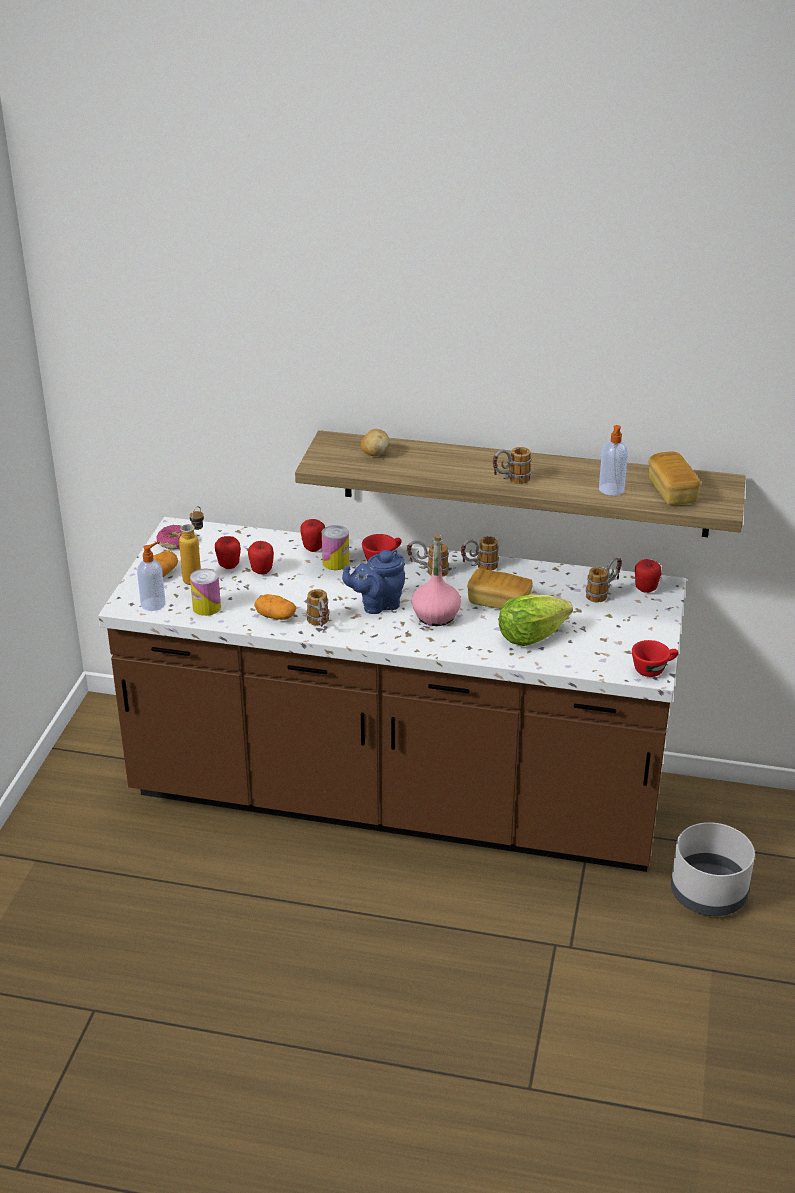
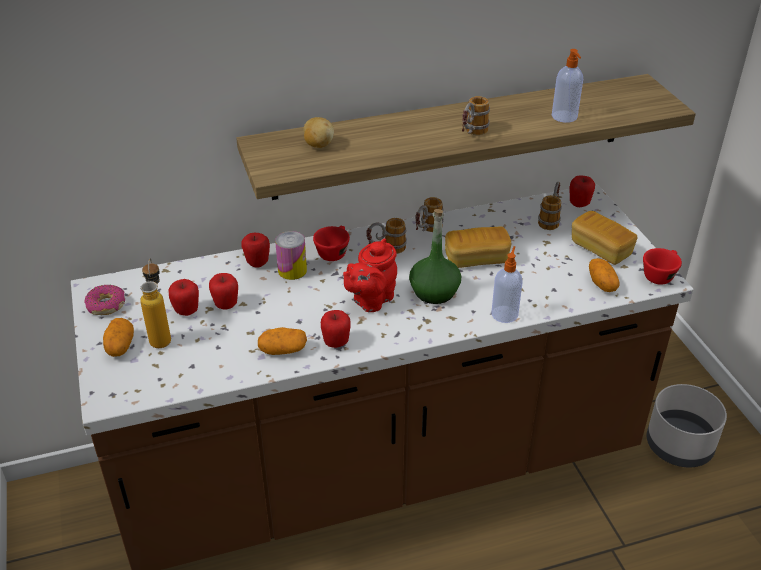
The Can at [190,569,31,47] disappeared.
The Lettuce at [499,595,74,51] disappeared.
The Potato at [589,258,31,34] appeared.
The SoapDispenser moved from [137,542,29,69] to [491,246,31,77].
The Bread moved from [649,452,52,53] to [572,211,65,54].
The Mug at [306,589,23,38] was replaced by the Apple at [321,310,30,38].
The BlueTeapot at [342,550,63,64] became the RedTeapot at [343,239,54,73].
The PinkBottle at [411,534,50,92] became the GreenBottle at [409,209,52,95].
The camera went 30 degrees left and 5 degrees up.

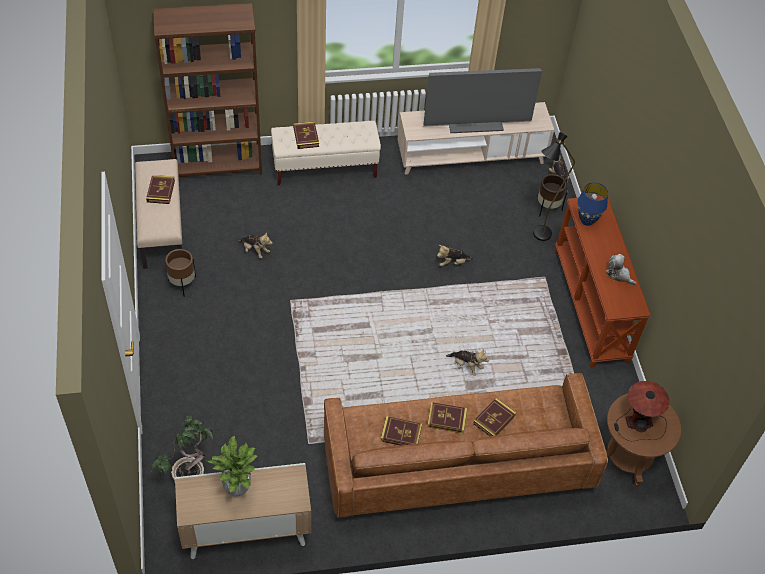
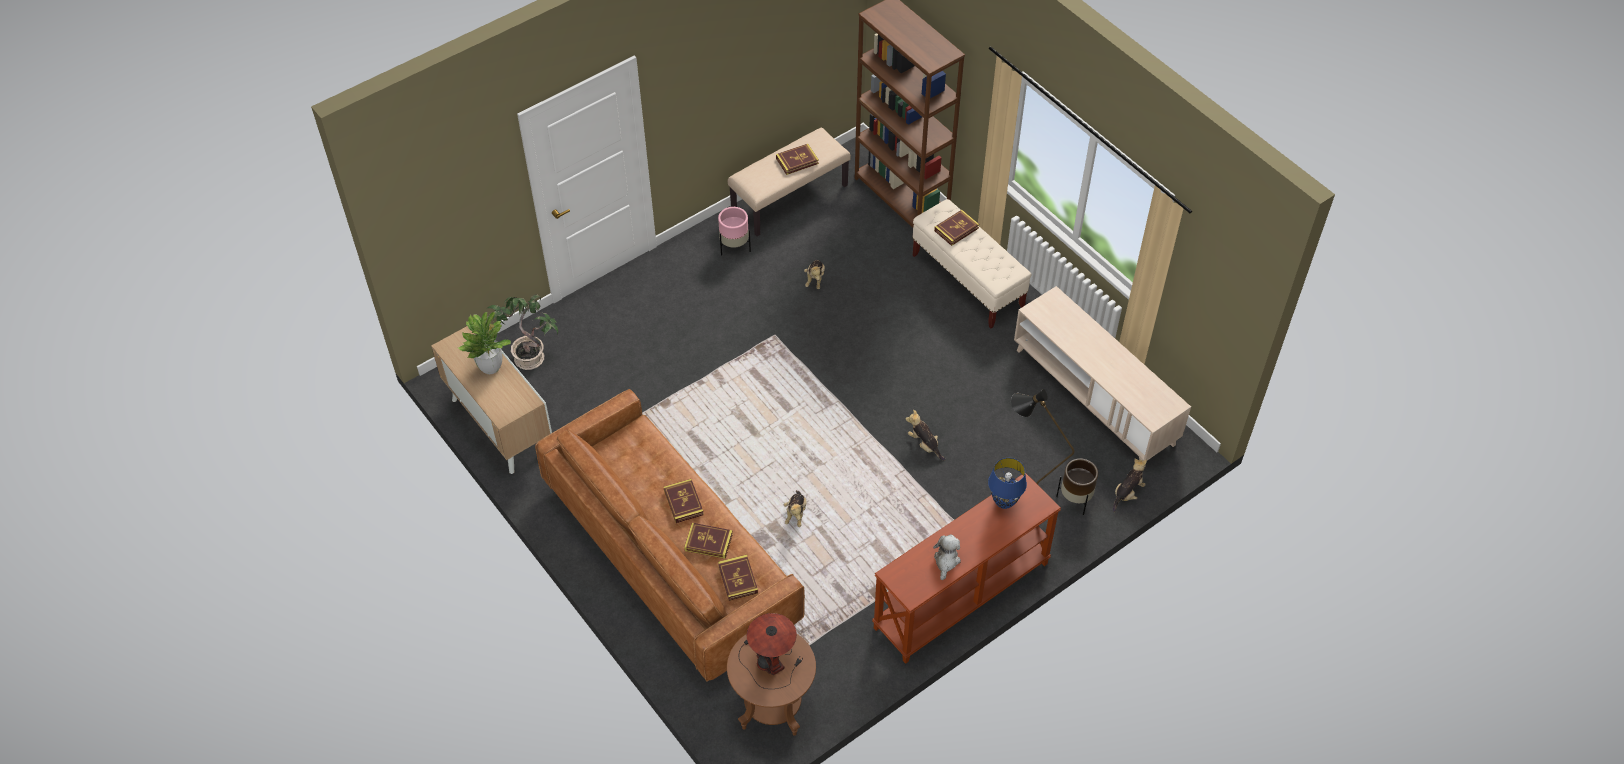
The Television at [423,68,119,65] disappeared.
The Book moved from [381,416,41,29] to [718,555,40,46].
The BrownPlanter at [165,249,31,48] became the PinkPlanter at [718,207,33,49].
The camera went 65 degrees right and 0 degrees up.

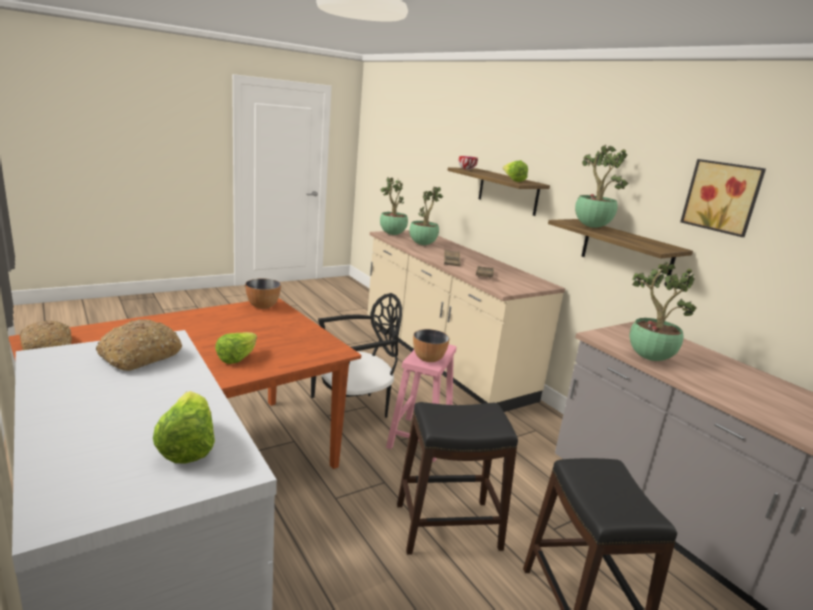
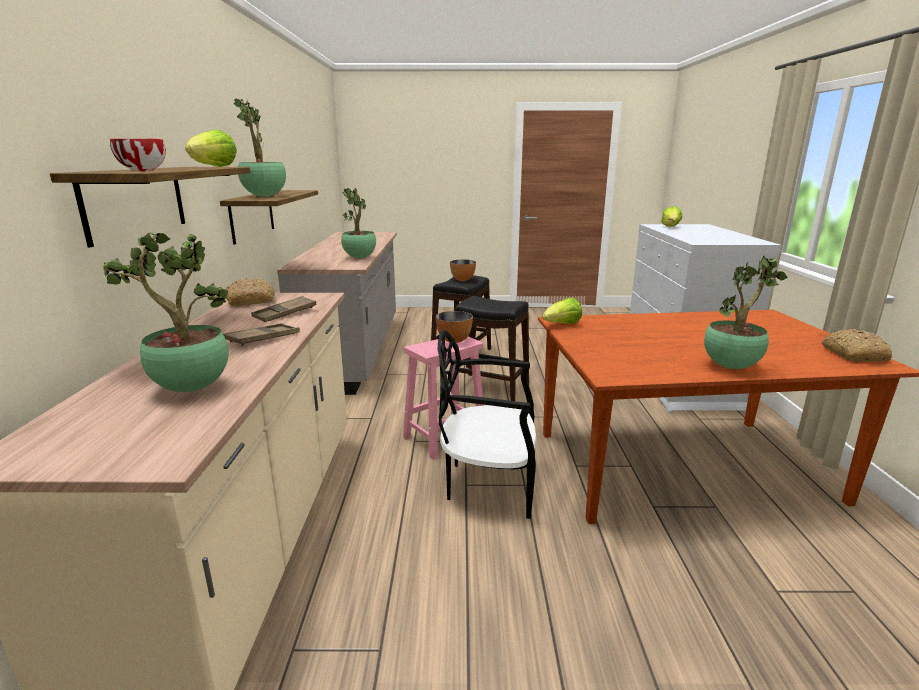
The Picture at [680,159,86,78] disappeared.
The Bread moved from [96,319,86,52] to [226,278,49,28].
The Lettuce moved from [215,332,42,32] to [542,298,40,26].
The Bowl moved from [245,278,36,31] to [450,260,26,21].
The PottedPlant moved from [380,178,28,57] to [704,256,83,113].
The camera went 145 degrees left and 0 degrees up.

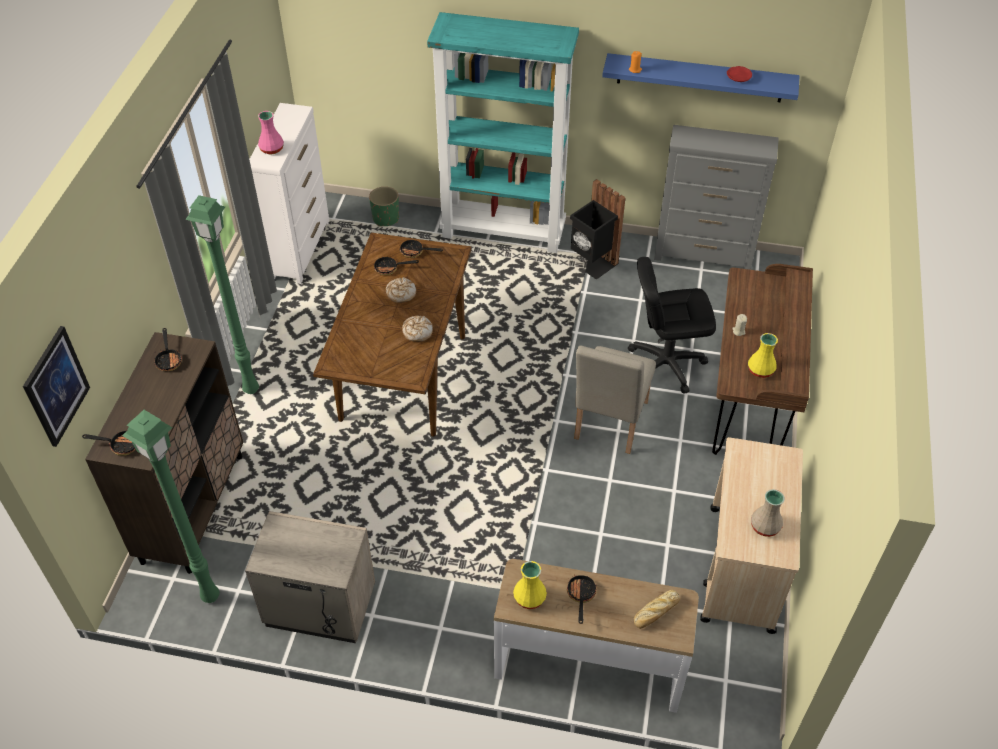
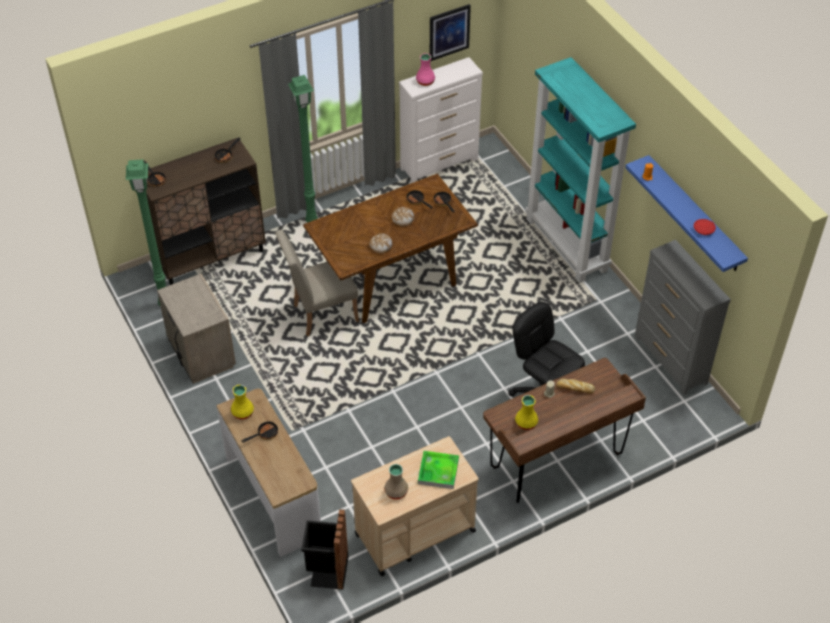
The GreenPlanter at [369,187,30,40] disappeared.
The Tray at [418,451,41,38] appeared.
The Picture moved from [23,326,67,121] to [430,4,41,57].
The BlackTrashCan moved from [570,179,56,101] to [301,509,48,81].
The BeigeChair moved from [574,346,82,108] to [275,230,84,106].
The Bread moved from [634,590,46,39] to [556,378,39,16].
The camera went 50 degrees right and 0 degrees up.

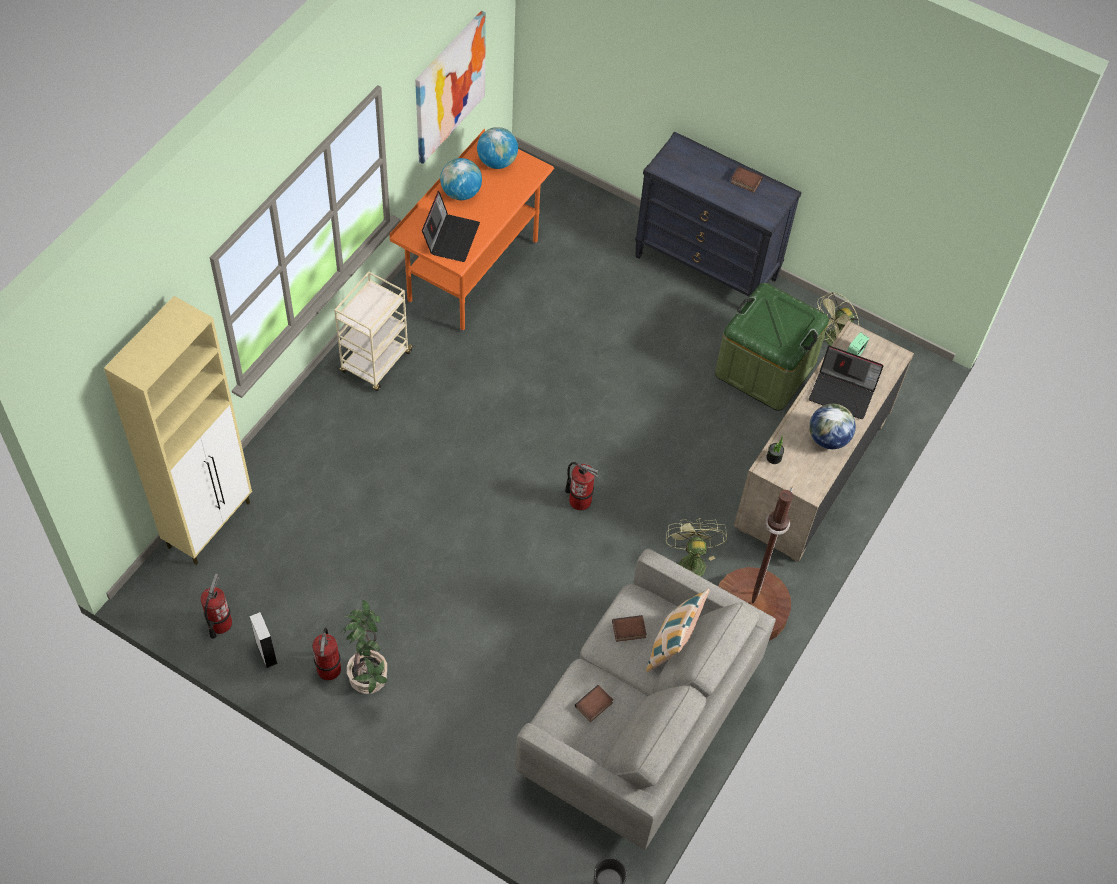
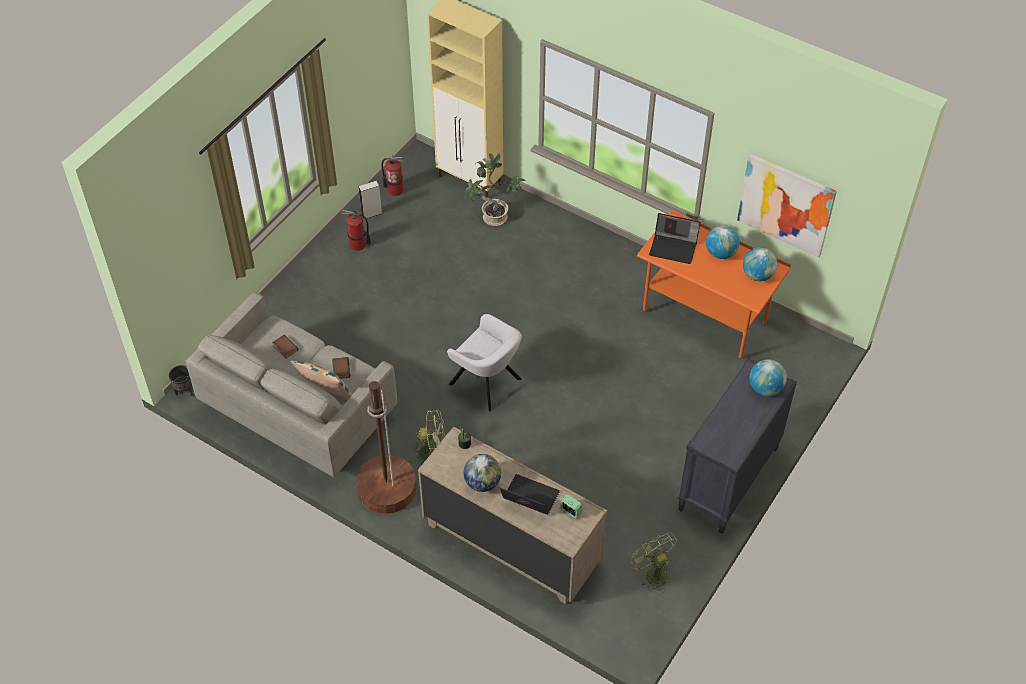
The BeigeCart at [334,271,80,120] disappeared.
The GreenStorageBox at [715,283,114,128] disappeared.
The Book at [730,166,33,27] disappeared.
The Globe at [750,359,37,37] appeared.
The PottedPlant moved from [341,600,46,94] to [465,154,61,72].
The FireExtinguisher at [565,462,34,49] was replaced by the GreyArmchair at [447,314,75,97].
The Laptop at [809,346,75,73] turned 90 degrees clockwise.
The camera went 95 degrees right and 5 degrees down.

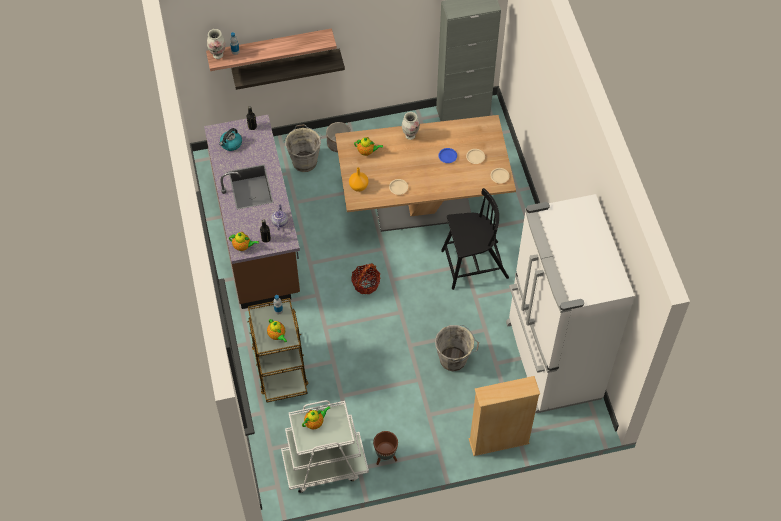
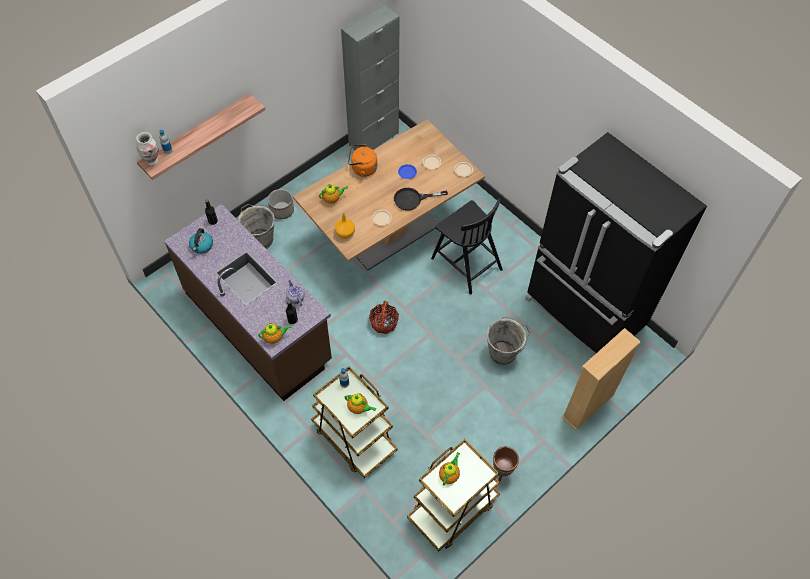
The Shelf at [231,49,114,41] disappeared.
The BlackFryingPan at [394,188,54,23] appeared.
The Vase at [402,112,18,28] was replaced by the OrangeKettle at [348,145,29,32].
The WhiteCart at [281,400,88,93] became the BrownCart at [407,439,93,113].
The WhiteFridge at [506,194,129,220] became the BlackFridge at [526,132,181,223].
The BlackChair at [441,188,68,102] turned 90 degrees clockwise.
The camera went 30 degrees left and 0 degrees up.

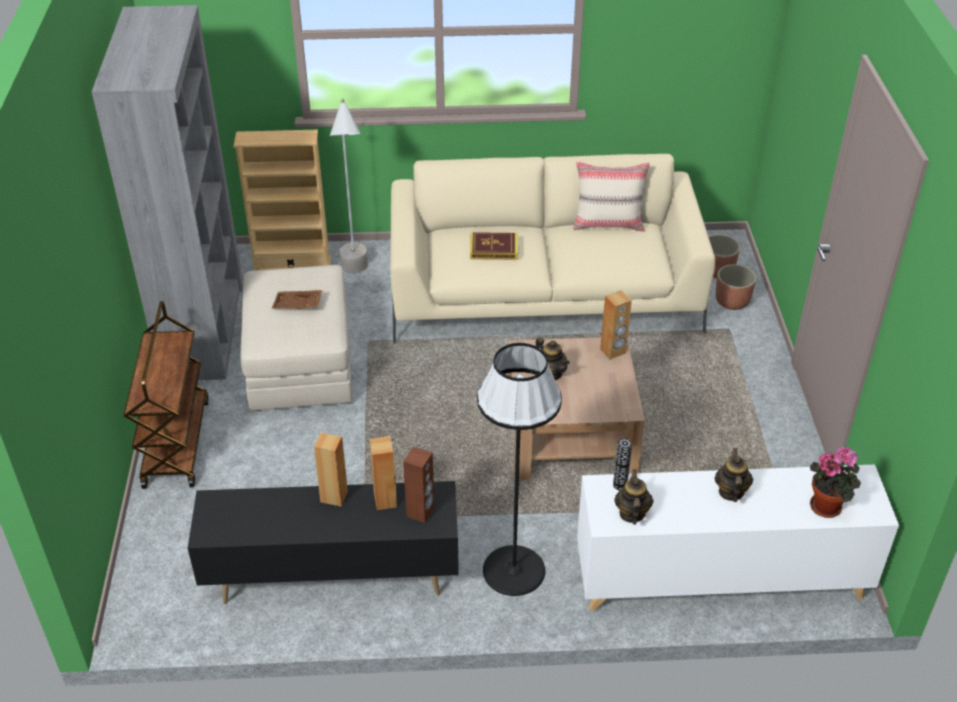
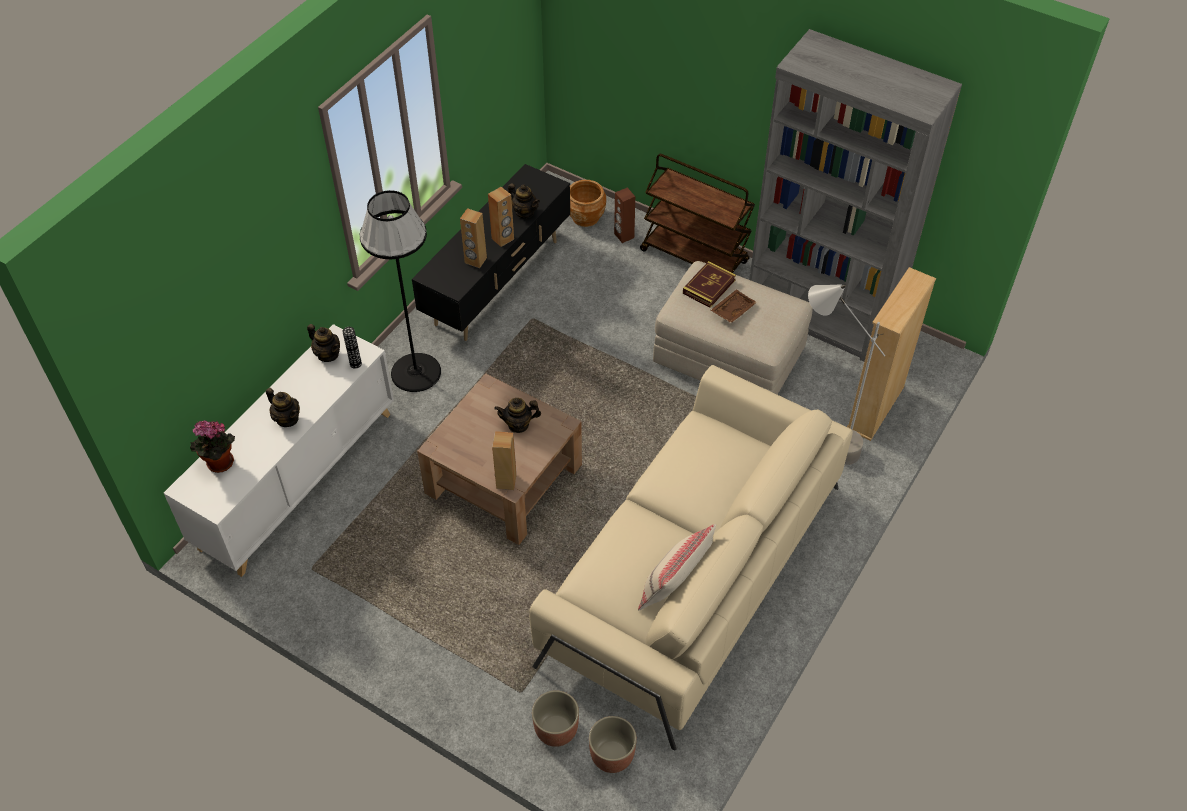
The Teapot at [508,183,32,35] appeared.
The BrownPlanter at [570,180,36,47] appeared.
The BrownSpeaker moved from [403,447,32,76] to [614,188,21,55].
The Book moved from [470,232,48,28] to [683,261,53,47].
The camera went 125 degrees right and 10 degrees up.

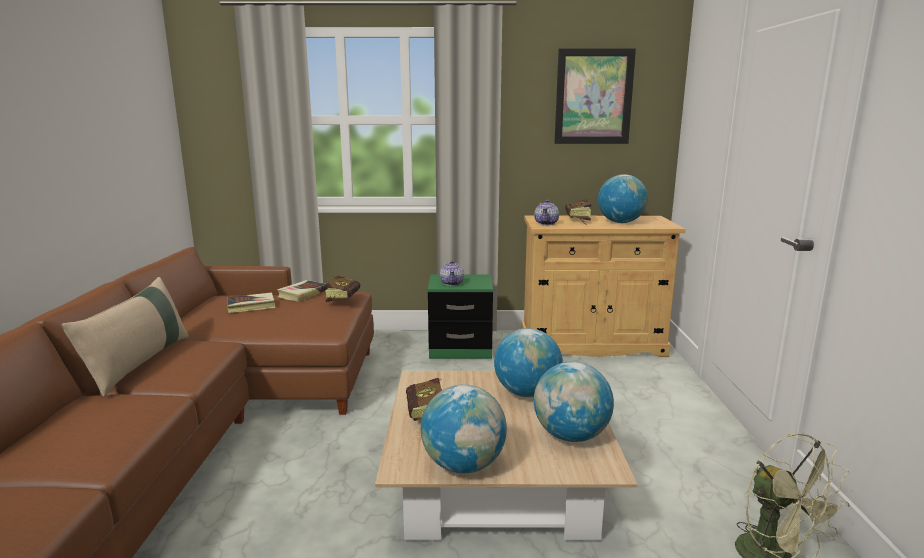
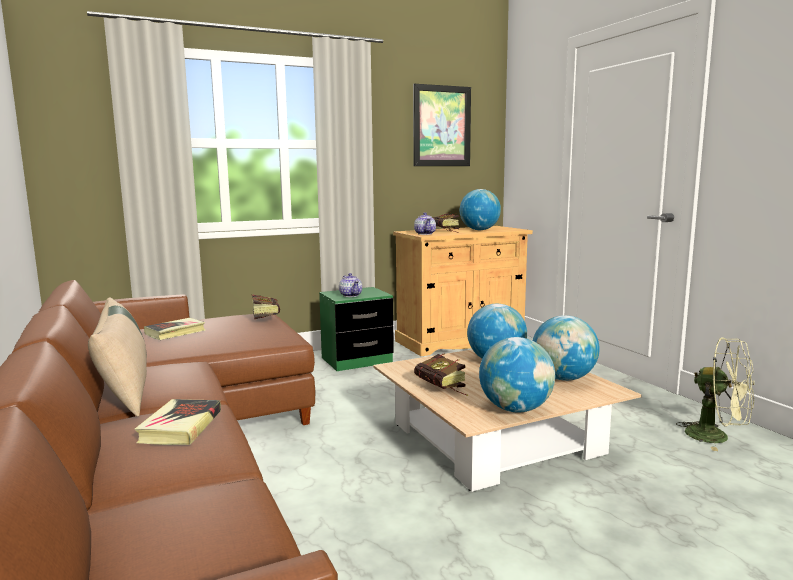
The Book moved from [277,280,51,22] to [135,399,86,46].
The camera went 25 degrees left and 5 degrees down.

